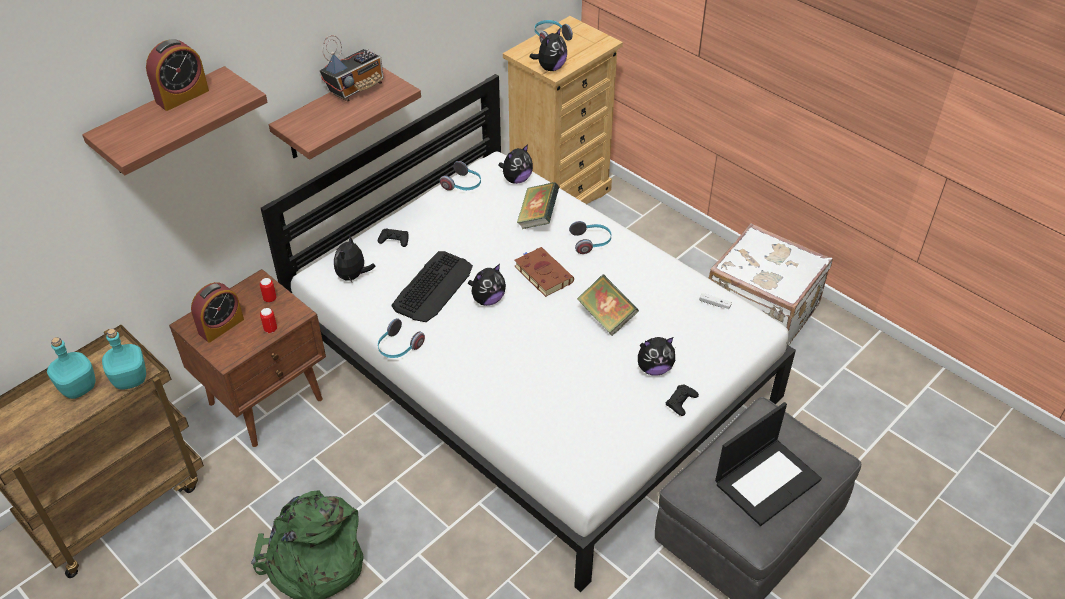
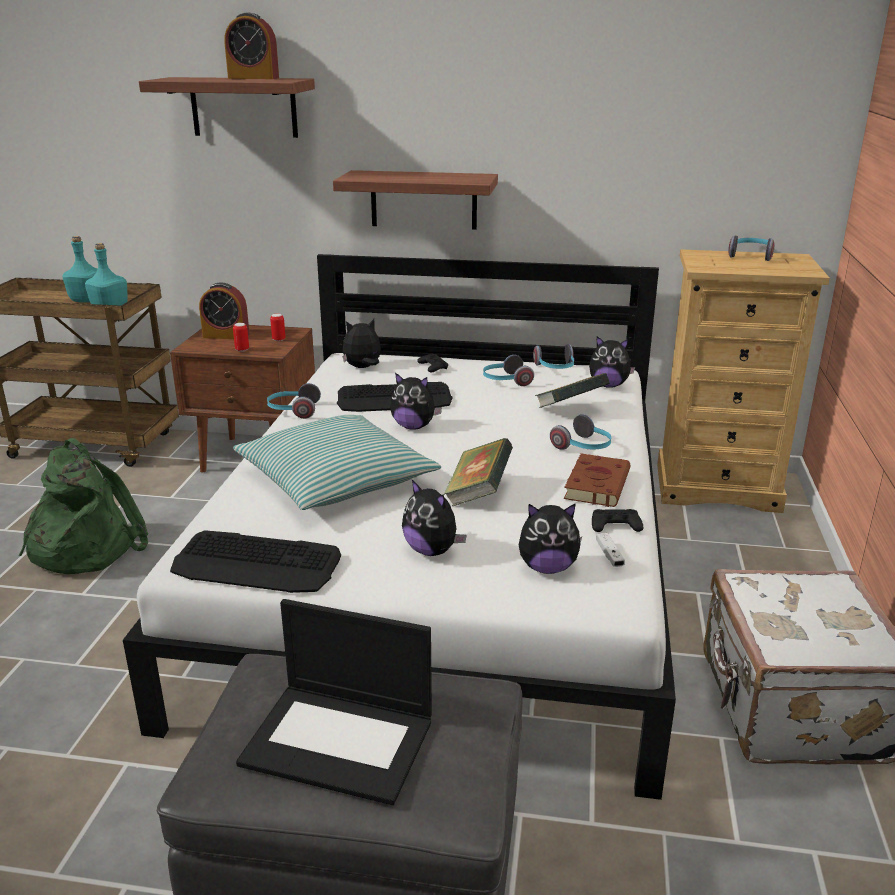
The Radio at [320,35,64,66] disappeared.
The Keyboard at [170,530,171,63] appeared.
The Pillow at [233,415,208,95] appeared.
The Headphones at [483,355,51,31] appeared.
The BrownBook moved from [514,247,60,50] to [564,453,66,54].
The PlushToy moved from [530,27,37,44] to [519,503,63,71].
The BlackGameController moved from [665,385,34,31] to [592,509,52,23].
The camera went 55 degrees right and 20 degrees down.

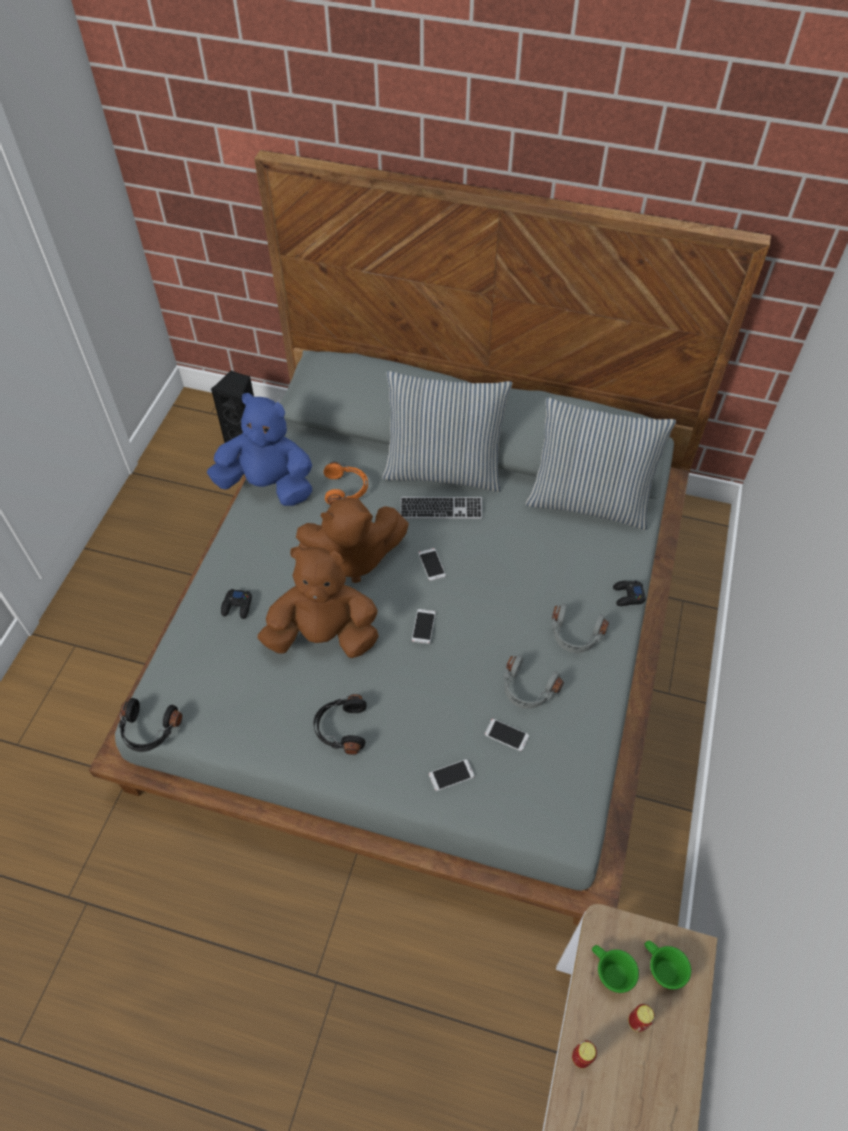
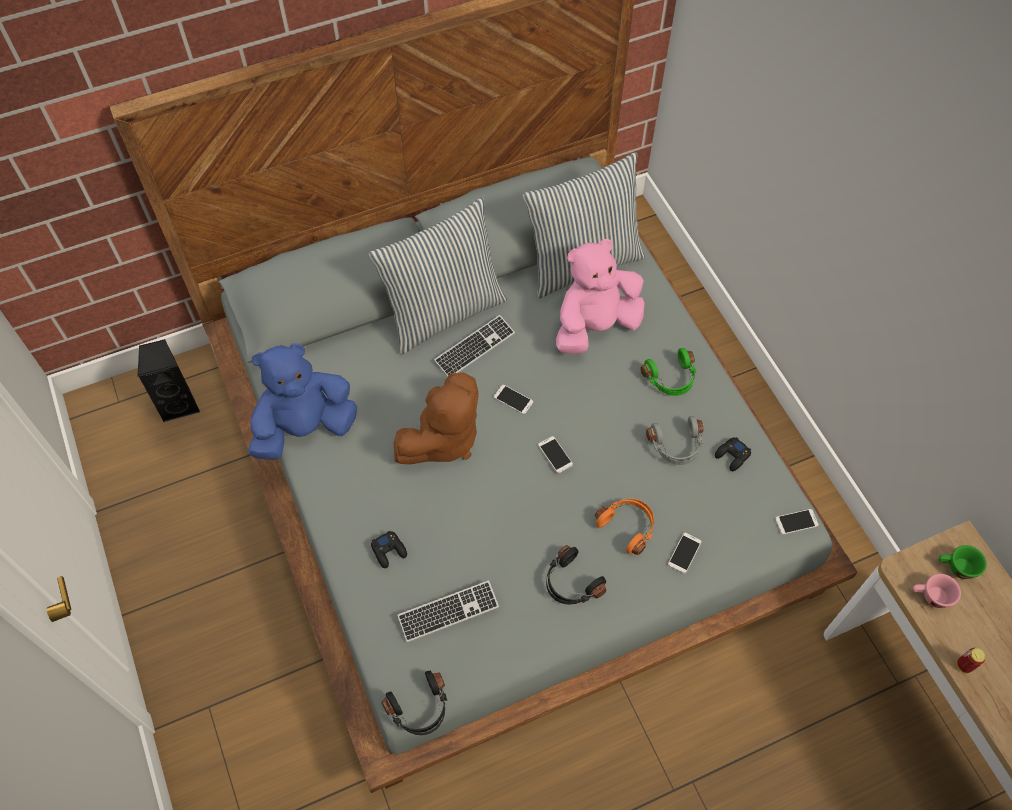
The BrownPlushToy at [258,546,121,112] disappeared.
The Can at [628,1004,27,28] disappeared.
The Keyboard at [397,580,102,62] appeared.
The PinkPlushToy at [556,239,89,115] appeared.
The OrangeHeadphones moved from [324,462,44,43] to [595,499,59,56].
The Phone moved from [485,719,44,32] to [775,509,44,26].
The BlackGameController moved from [613,580,33,26] to [715,437,36,34].
The GreyHeadphones at [552,603,57,50] became the GreenHeadphones at [641,348,55,48].
The GreenCup at [592,945,47,48] became the PinkCup at [913,574,48,34].
The camera went 40 degrees left and 5 degrees up.

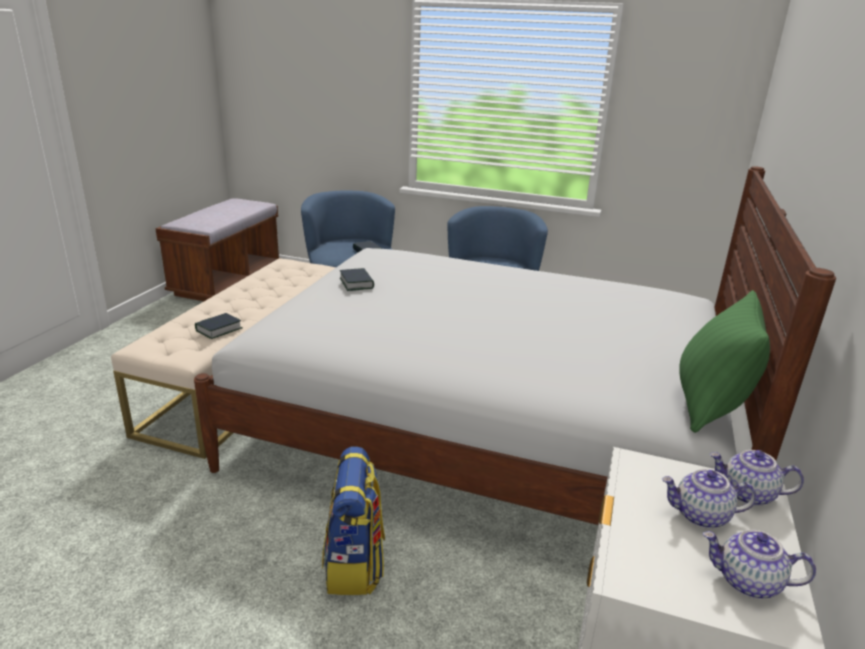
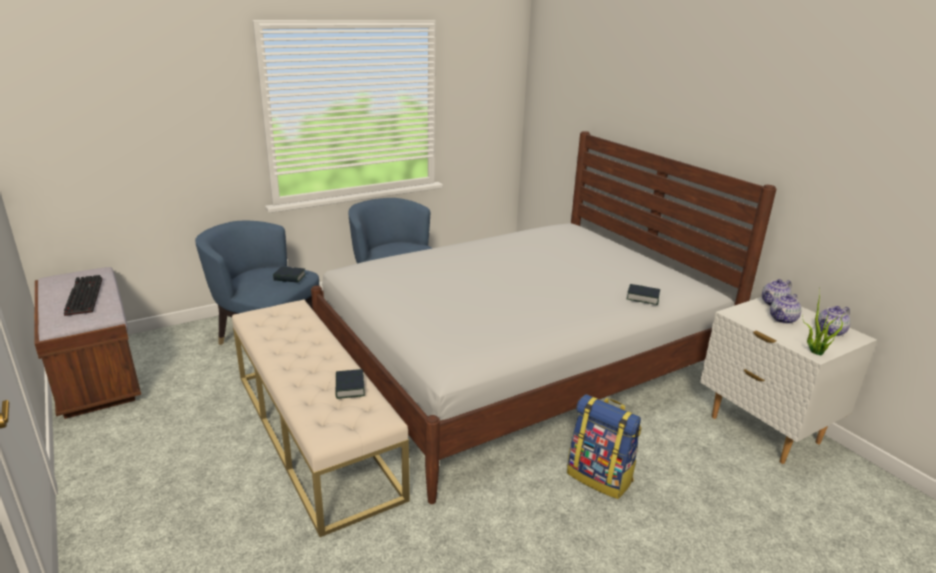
The GreenPillow at [679,290,91,143] disappeared.
The Keyboard at [64,275,38,41] appeared.
The PottedPlant at [803,291,42,64] appeared.
The Book moved from [340,268,34,23] to [627,284,33,21].
The camera went 50 degrees left and 0 degrees up.

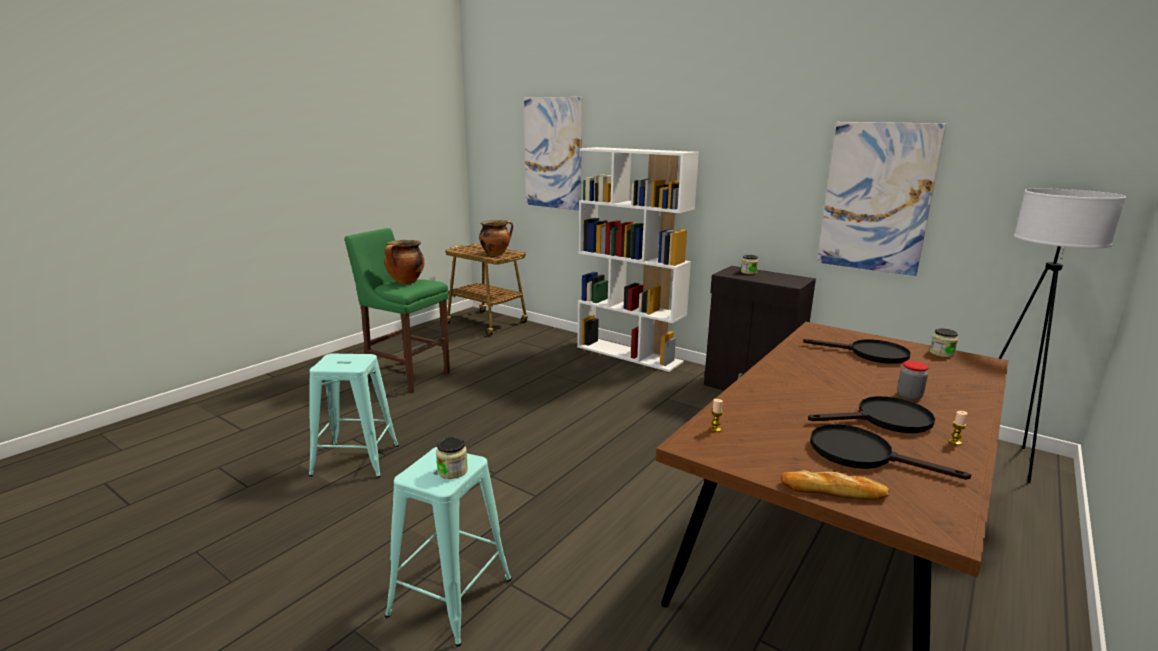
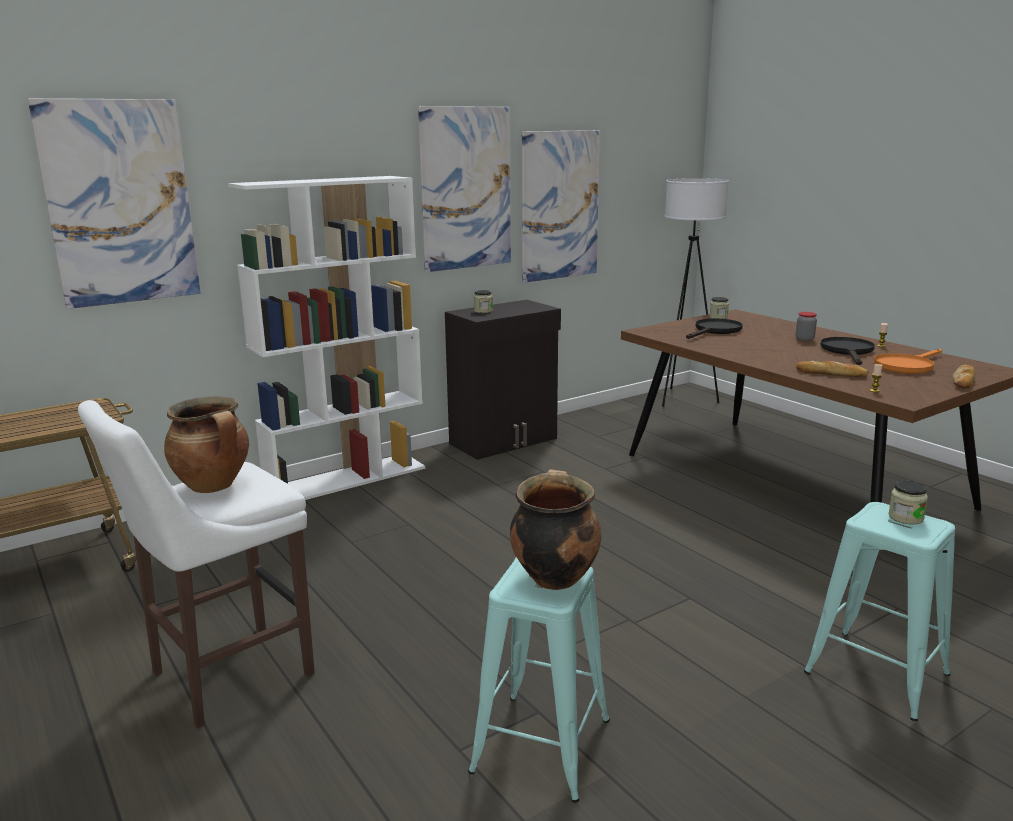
The Picture at [418,106,93,166] appeared.
The Bread at [796,361,73,16] appeared.
The CookingPot moved from [479,220,34,36] to [510,469,91,121].
The GreenStool at [345,228,105,165] became the WhiteStool at [78,400,237,329].
The BlackFryingPan at [810,424,161,56] became the OrangeFryingPan at [874,349,68,25].
The camera went 70 degrees left and 0 degrees up.

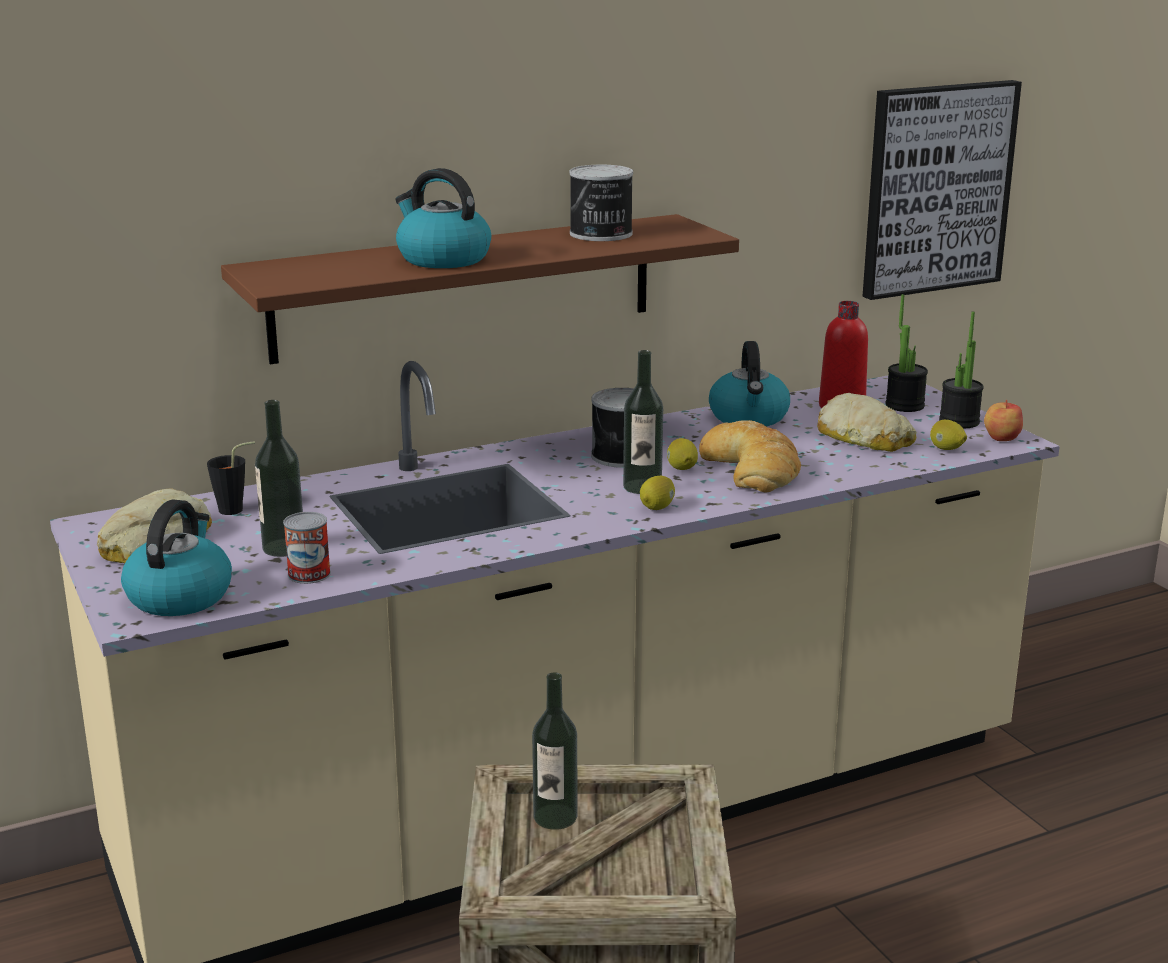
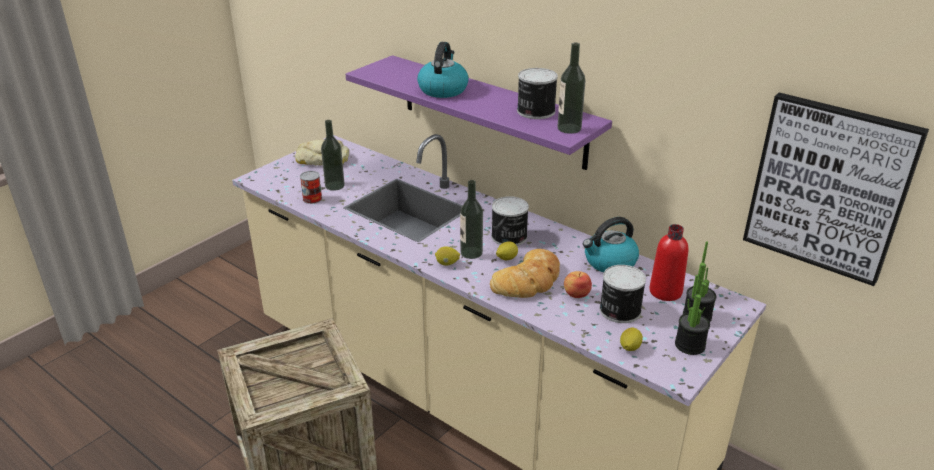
The Kettle at [121,499,111,117] disappeared.
The BlackCup at [207,441,48,74] disappeared.
The Bottle moved from [532,672,45,158] to [557,43,29,91].
The Apple moved from [984,400,39,41] to [564,271,28,27].
The Bread at [817,393,100,59] was replaced by the Can at [600,265,46,58].
The BrownShelf at [221,214,518,150] became the PurpleShelf at [346,55,266,115].
The camera went 65 degrees right and 10 degrees up.

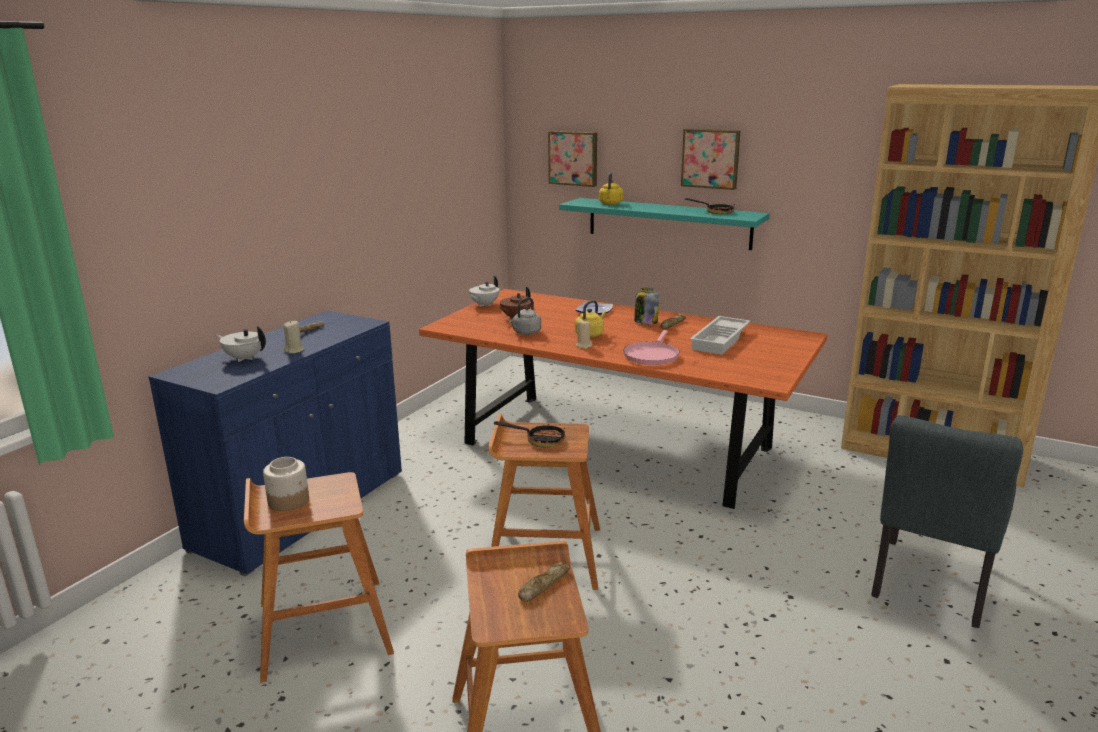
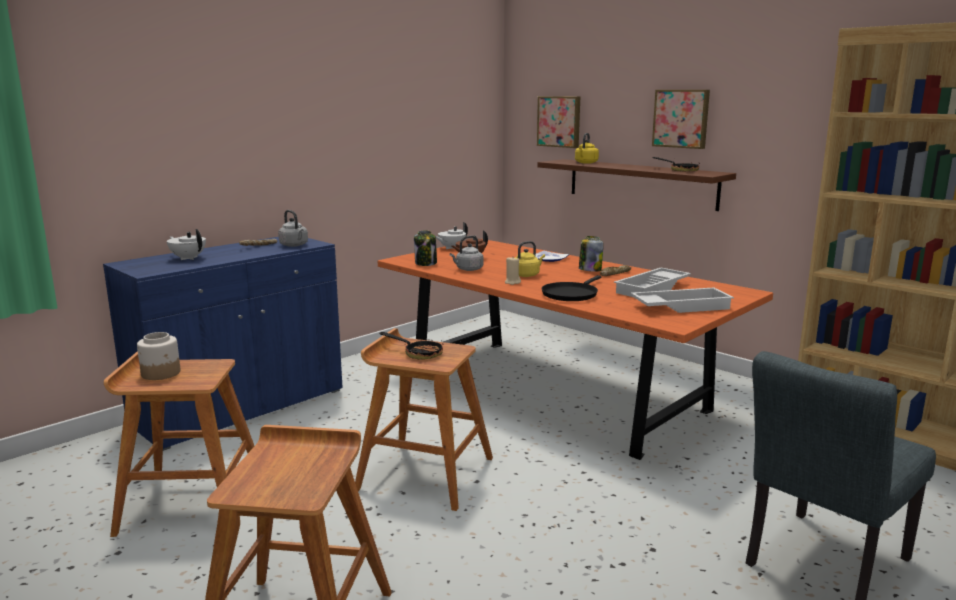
The BeigeCandle at [283,320,21,34] disappeared.
The Bread at [518,562,52,39] disappeared.
The GreyKettle at [278,210,30,37] appeared.
The Jar at [414,230,23,36] appeared.
The WhiteTray at [631,287,103,26] appeared.
The TurquoiseShelf at [559,198,210,52] became the BrownShelf at [538,159,198,52].
The PinkFryingPan at [623,330,56,35] became the BlackFryingPan at [541,275,60,26].
The camera went 15 degrees right and 5 degrees down.

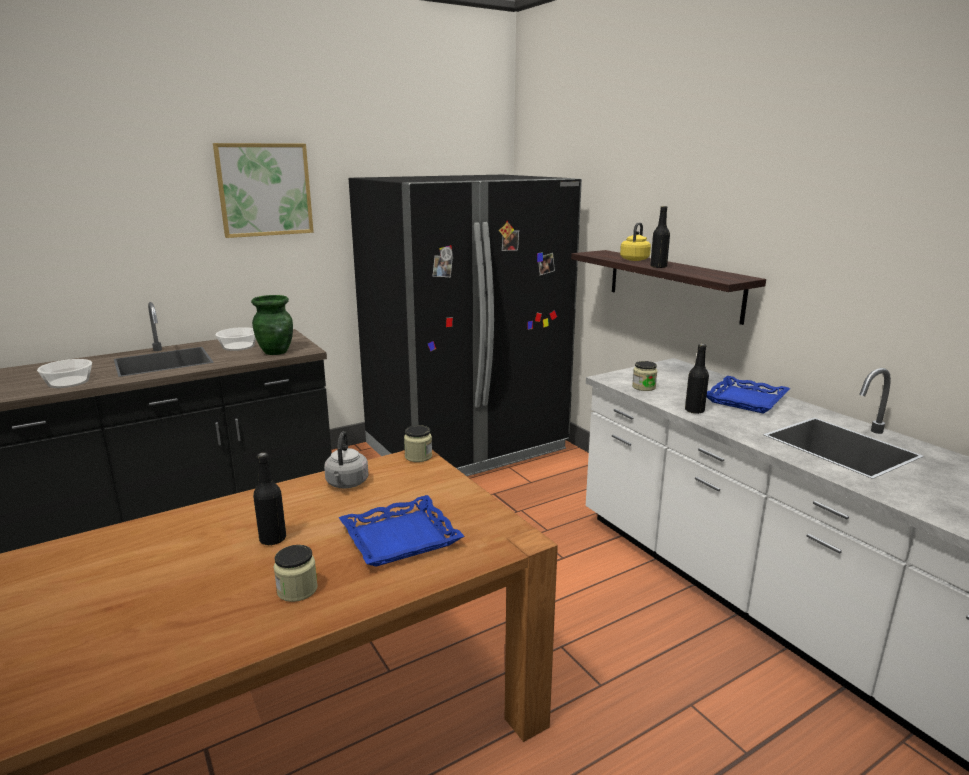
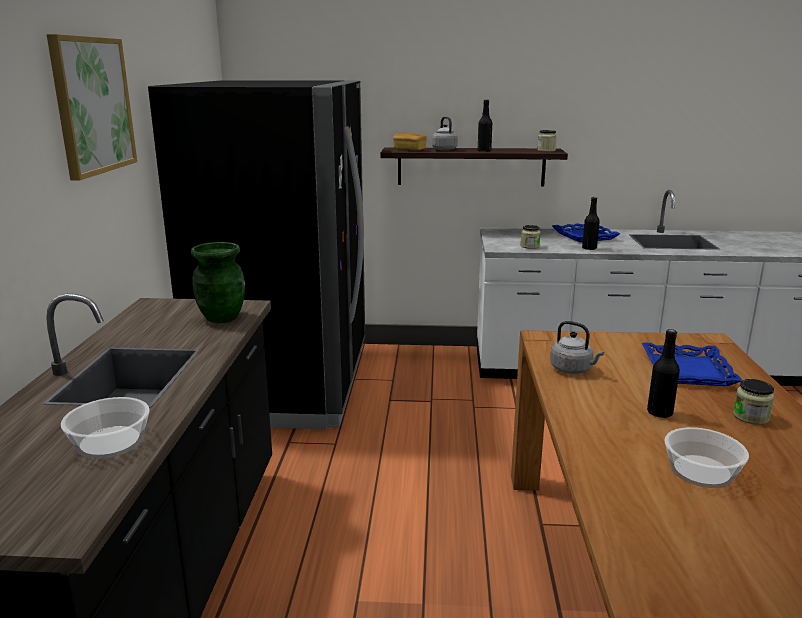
The Bread at [393,133,34,17] appeared.
The Bowl moved from [216,327,40,24] to [664,427,85,61].
The Jar moved from [404,425,28,37] to [537,130,20,22].
The YellowKettle at [620,222,31,39] became the GreyKettle at [432,117,26,34].
The camera went 55 degrees left and 0 degrees up.

